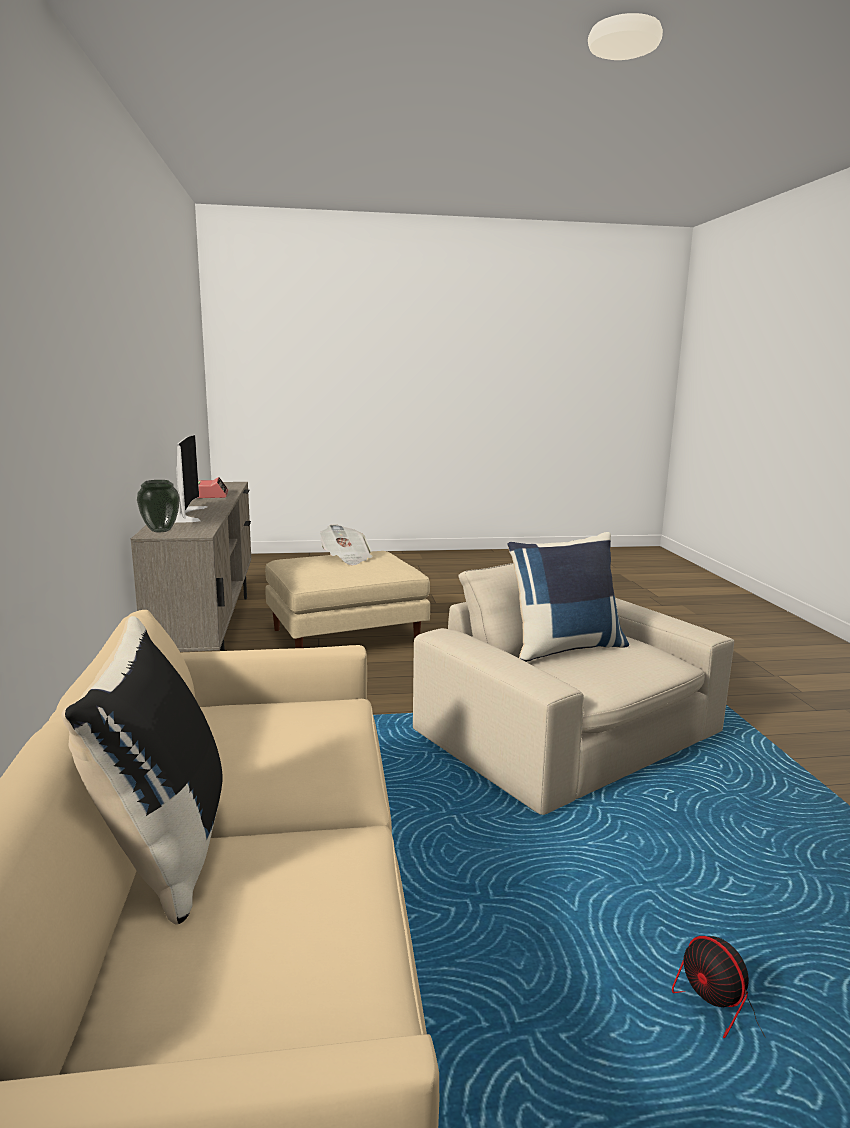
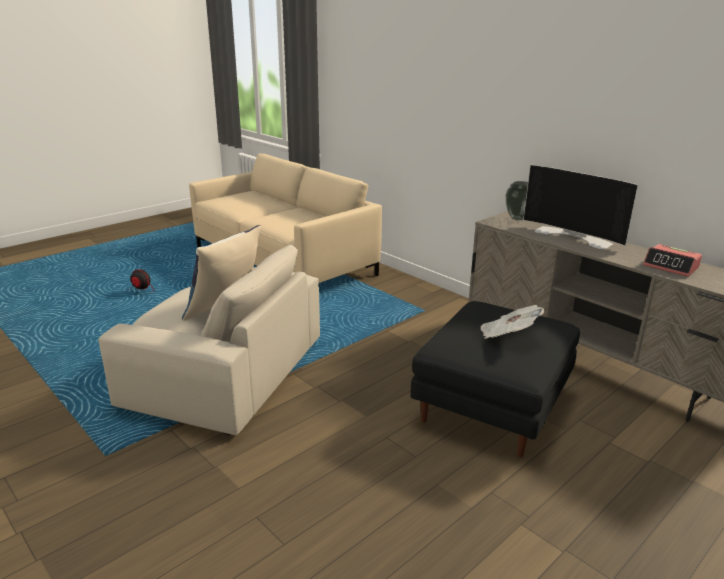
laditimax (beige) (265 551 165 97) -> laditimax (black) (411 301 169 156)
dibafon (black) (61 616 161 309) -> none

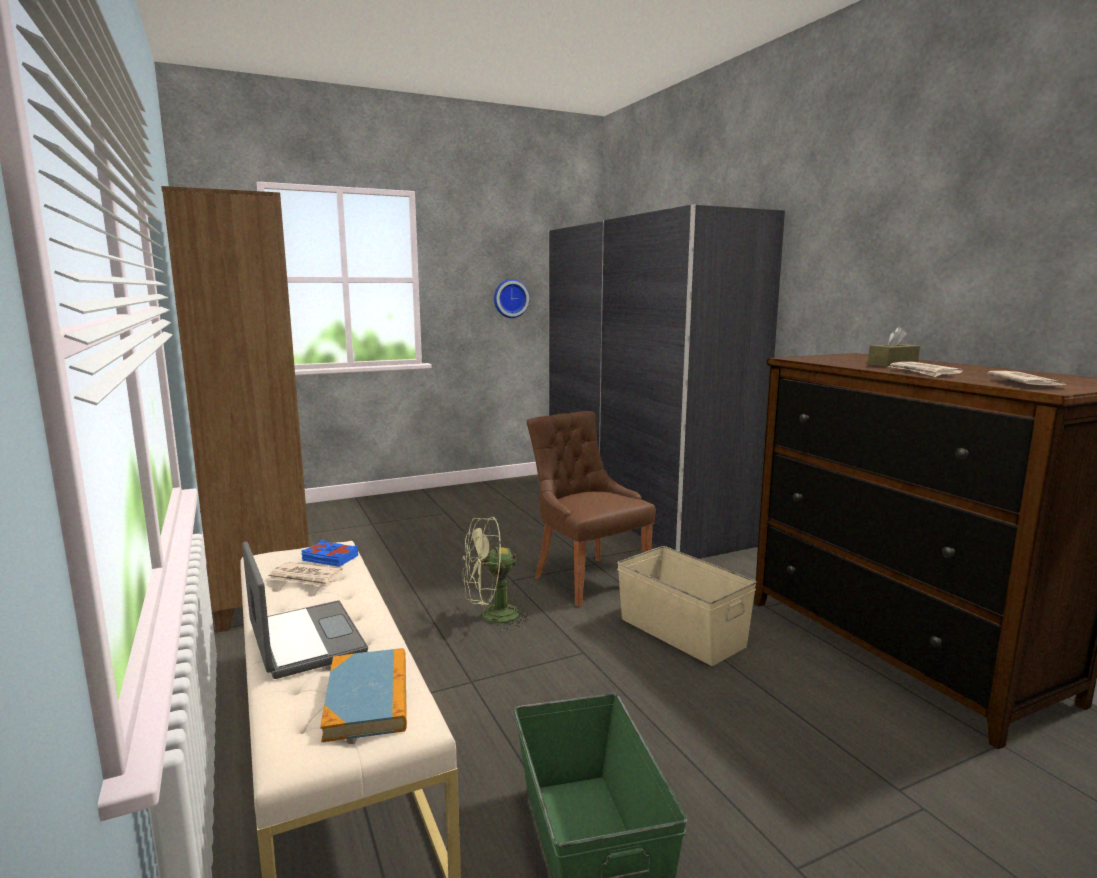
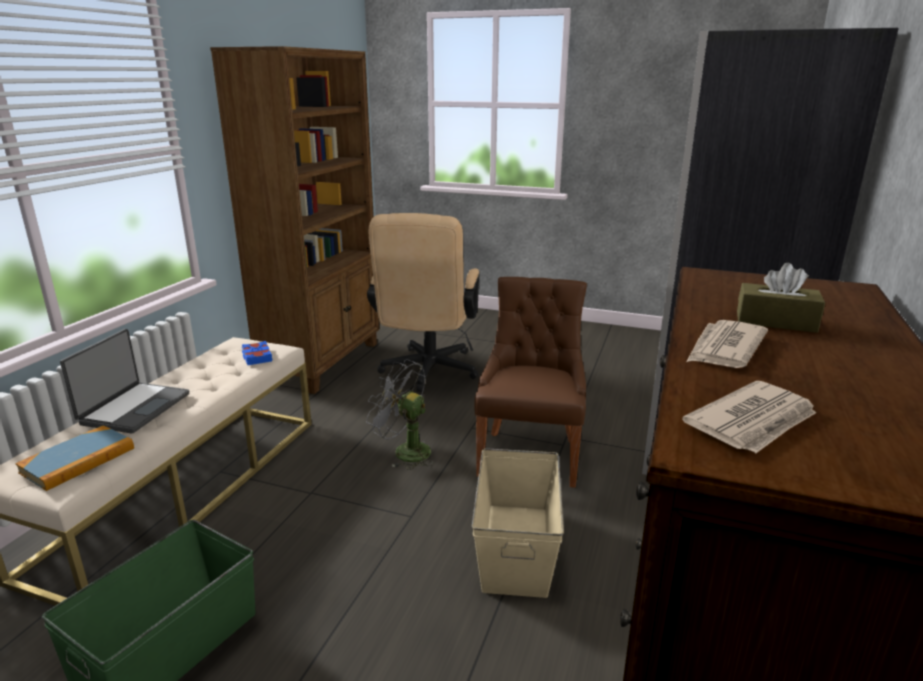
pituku (494 279 36 39) -> none
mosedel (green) (462 517 71 114) -> mosedel (grey) (366 359 68 111)
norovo (268 562 75 26) -> none
none -> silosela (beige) (367 213 112 179)

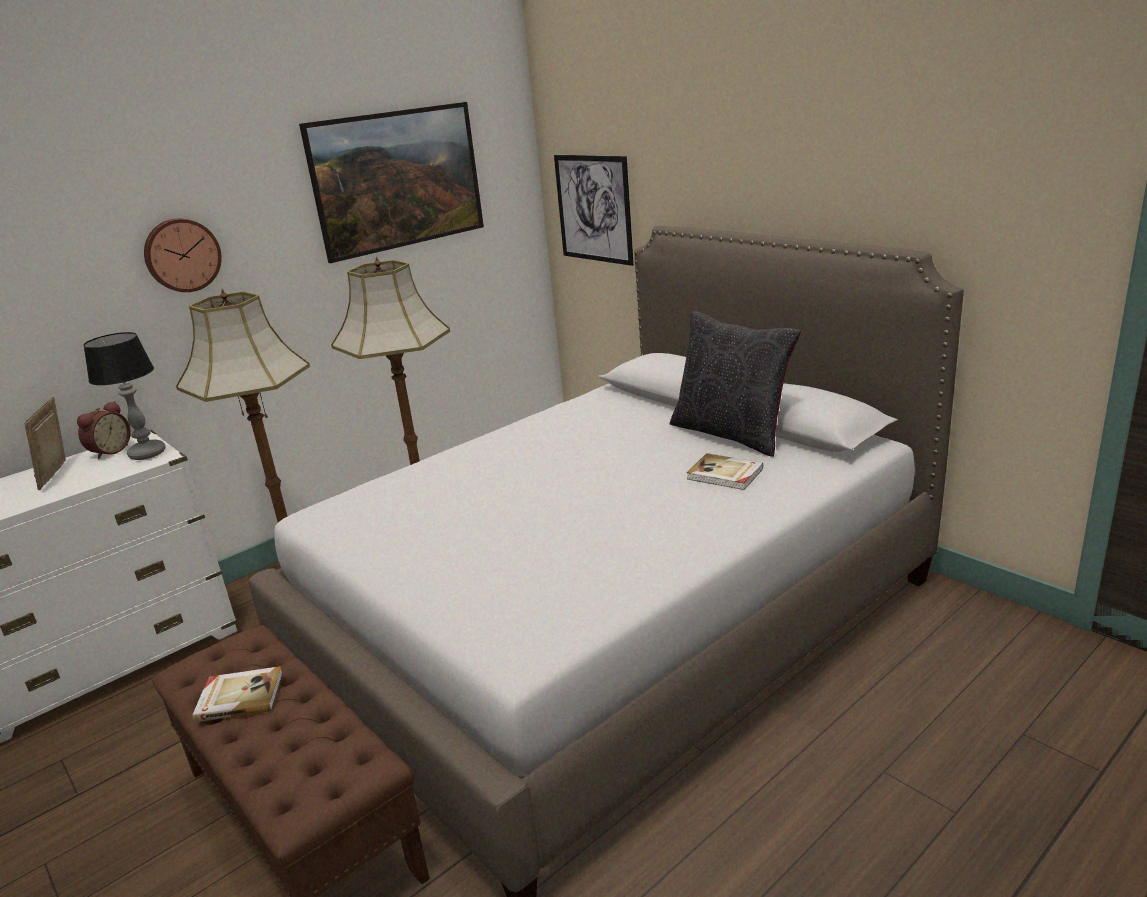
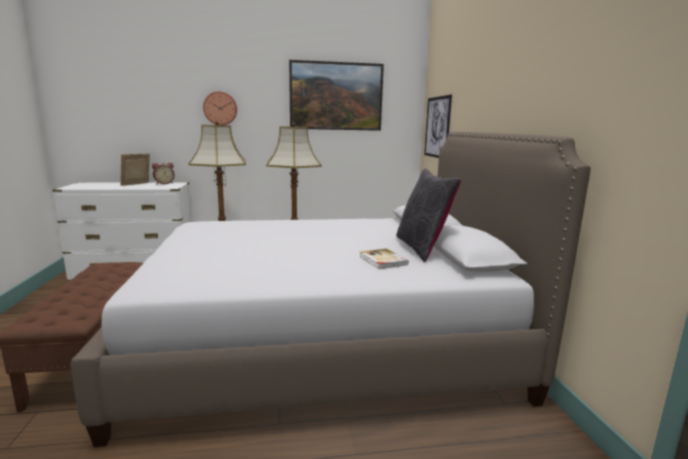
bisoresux (83 332 83 128) -> none
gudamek (192 666 91 56) -> none

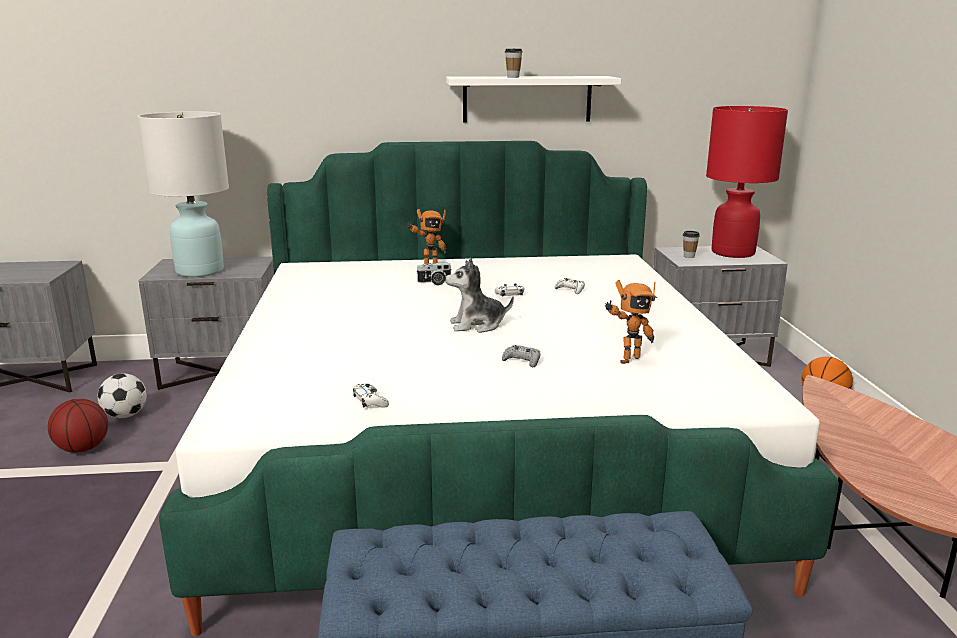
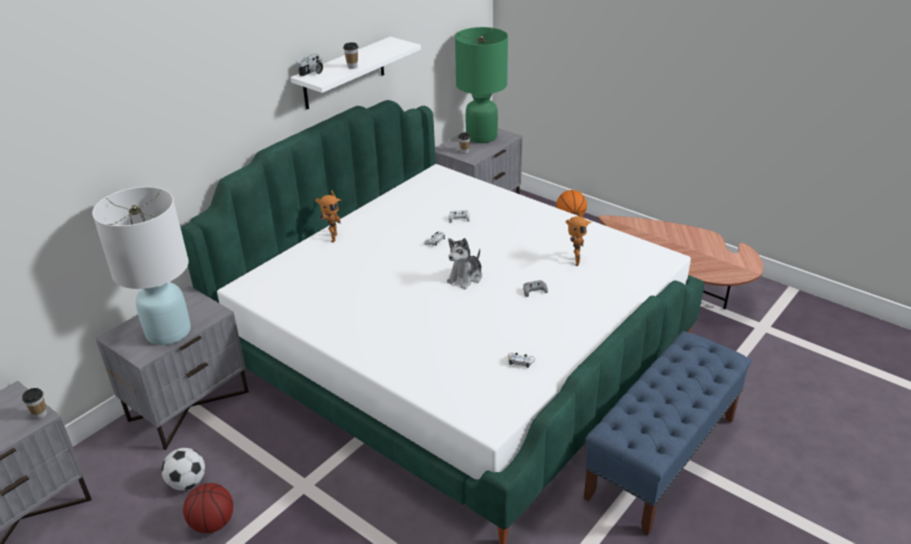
bisoresux (red) (706 106 82 152) -> bisoresux (green) (455 27 53 116)
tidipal (417 262 34 23) -> tidipal (298 54 25 23), relocated
none -> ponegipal (22 388 25 31)

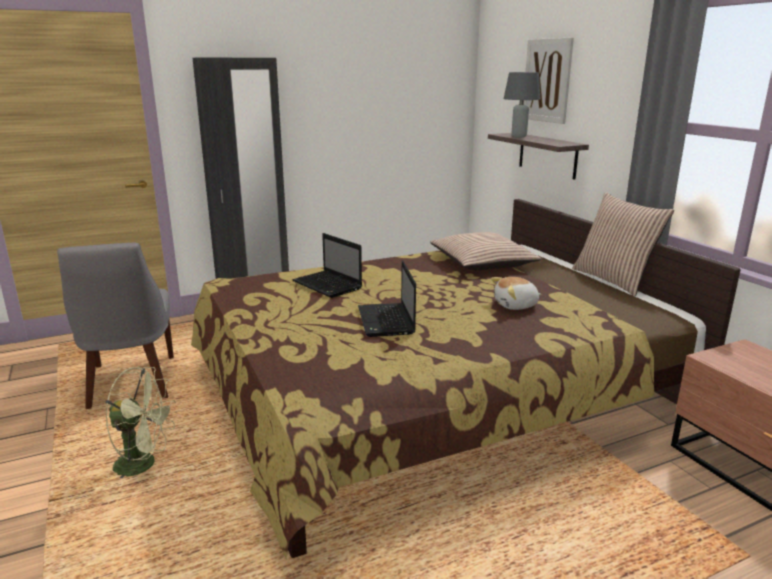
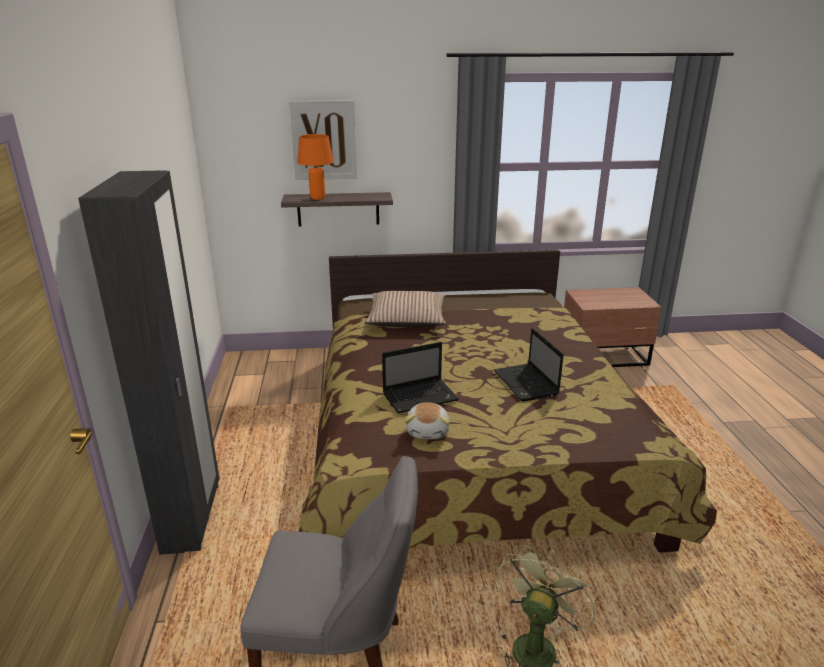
bisoresux (grey) (504 72 37 65) -> bisoresux (orange) (297 134 37 66)
dibafon (572 192 102 104) -> none
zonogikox (358 260 58 77) -> zonogikox (493 328 71 74), 60 degrees clockwise
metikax (491 277 50 33) -> metikax (405 403 45 36), relocated

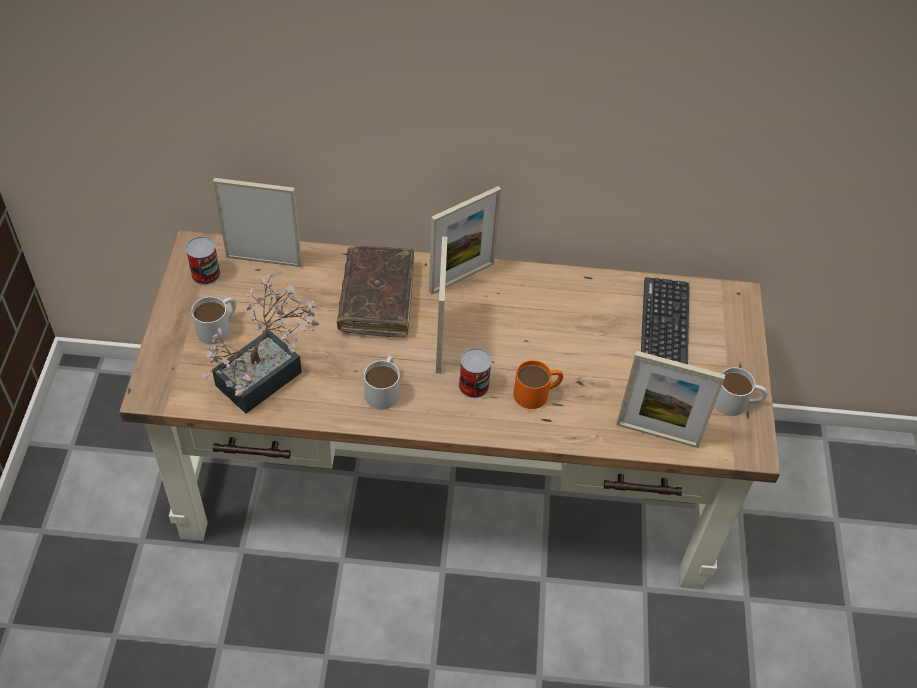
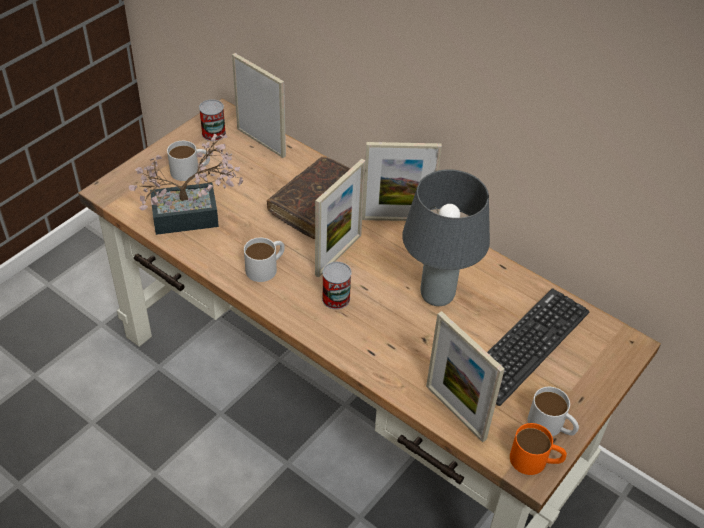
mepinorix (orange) (513 360 50 49) -> mepinorix (orange) (510 423 57 52), relocated
none -> bisoresux (grey) (402 169 88 137)

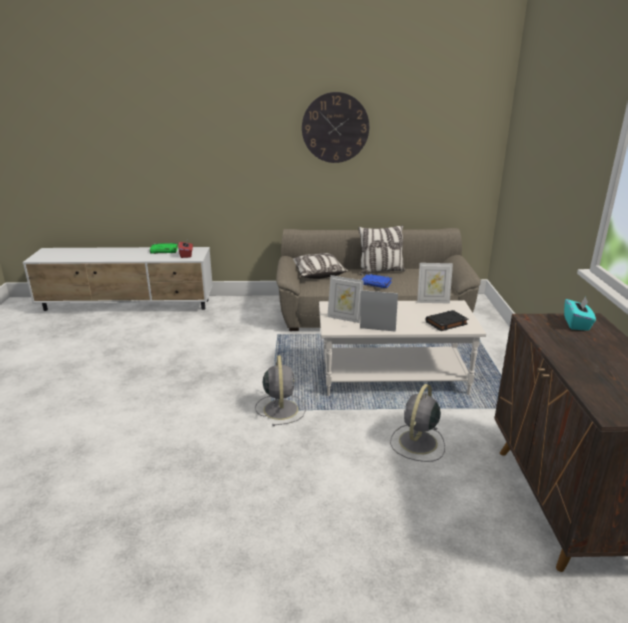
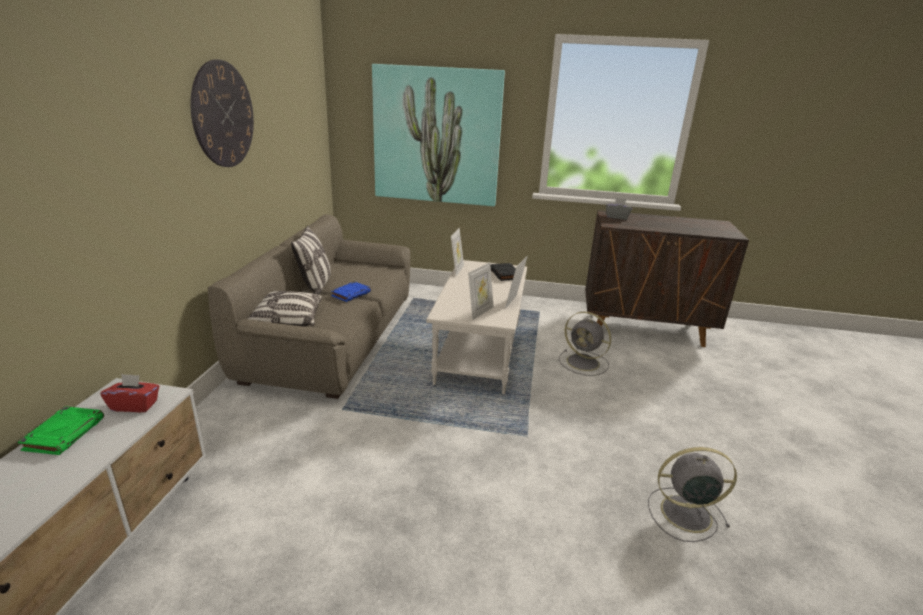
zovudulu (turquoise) (564 296 32 35) -> zovudulu (grey) (606 197 26 23)
mosedel (grey) (255 355 51 71) -> mosedel (grey) (648 447 89 95), relocated
none -> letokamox (372 64 133 142)

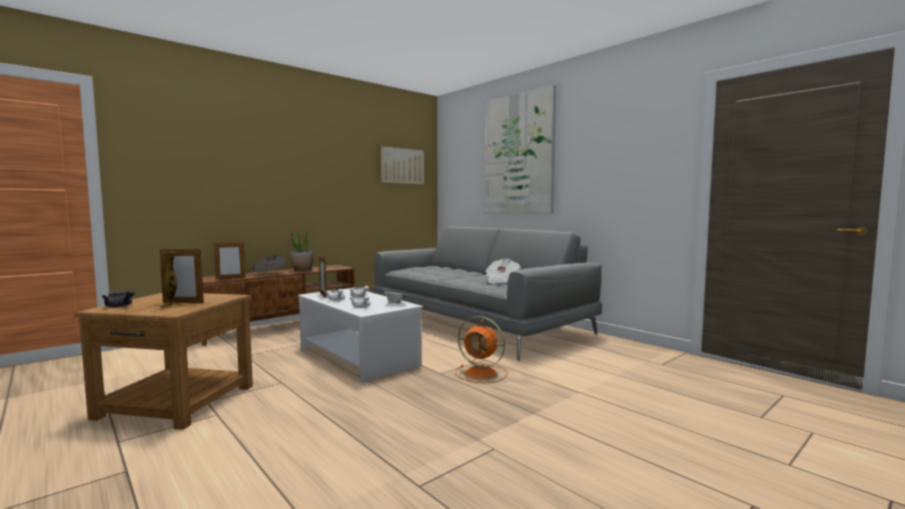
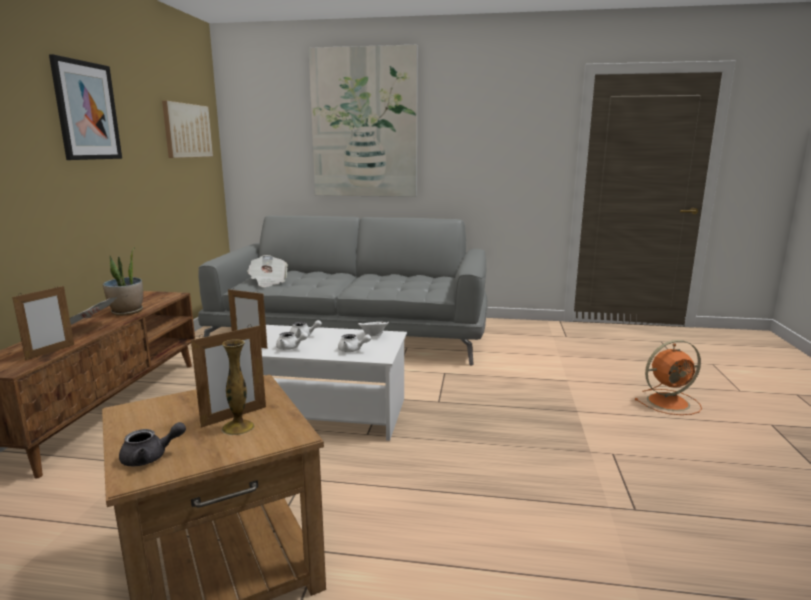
norovo (486 258 35 26) -> norovo (247 255 41 32), relocated
mosedel (orange) (455 316 53 67) -> mosedel (orange) (634 340 68 75), relocated
none -> letokamox (49 54 73 106)

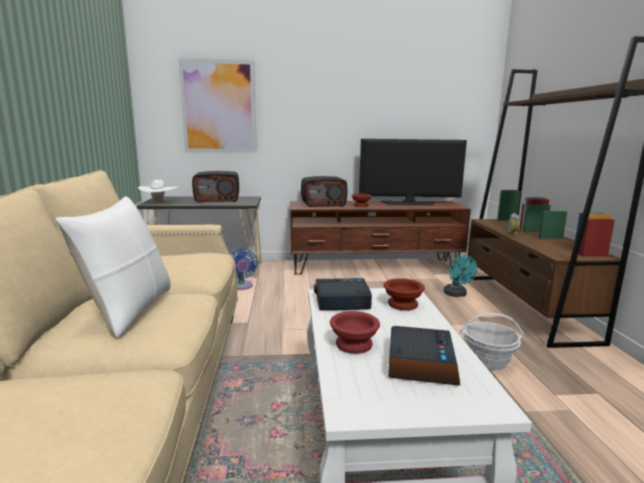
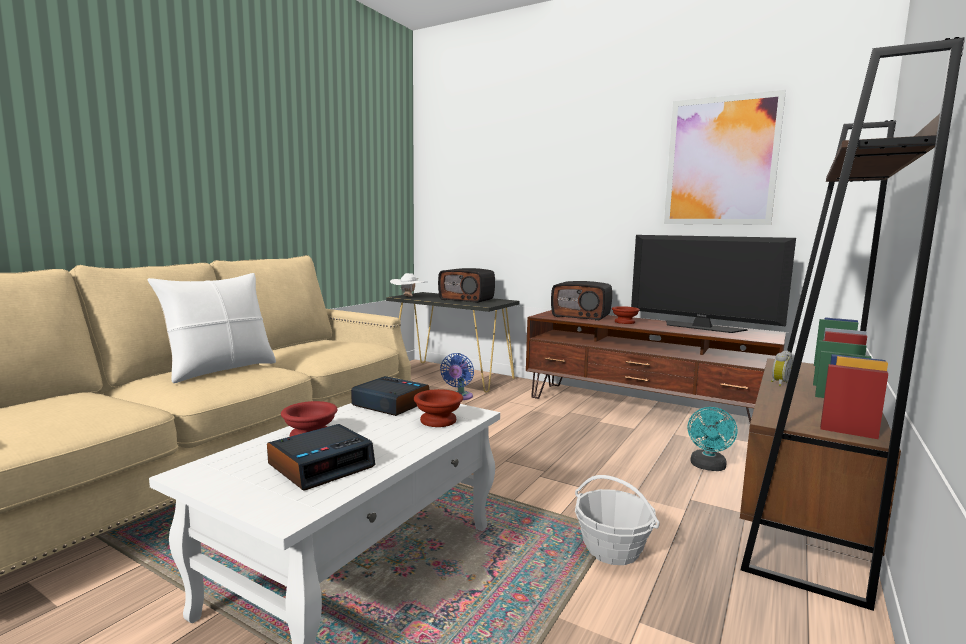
letokamox (178 58 79 95) -> letokamox (664 90 122 135), relocated

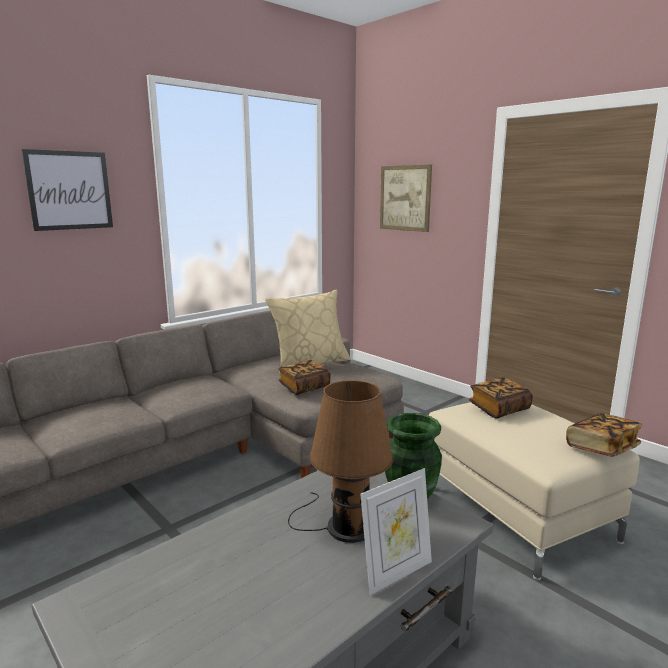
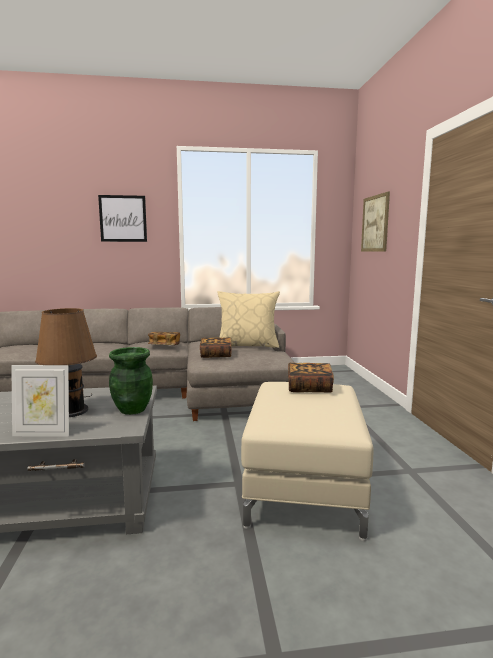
gudamek (566 413 76 44) -> gudamek (148 332 32 13), relocated

